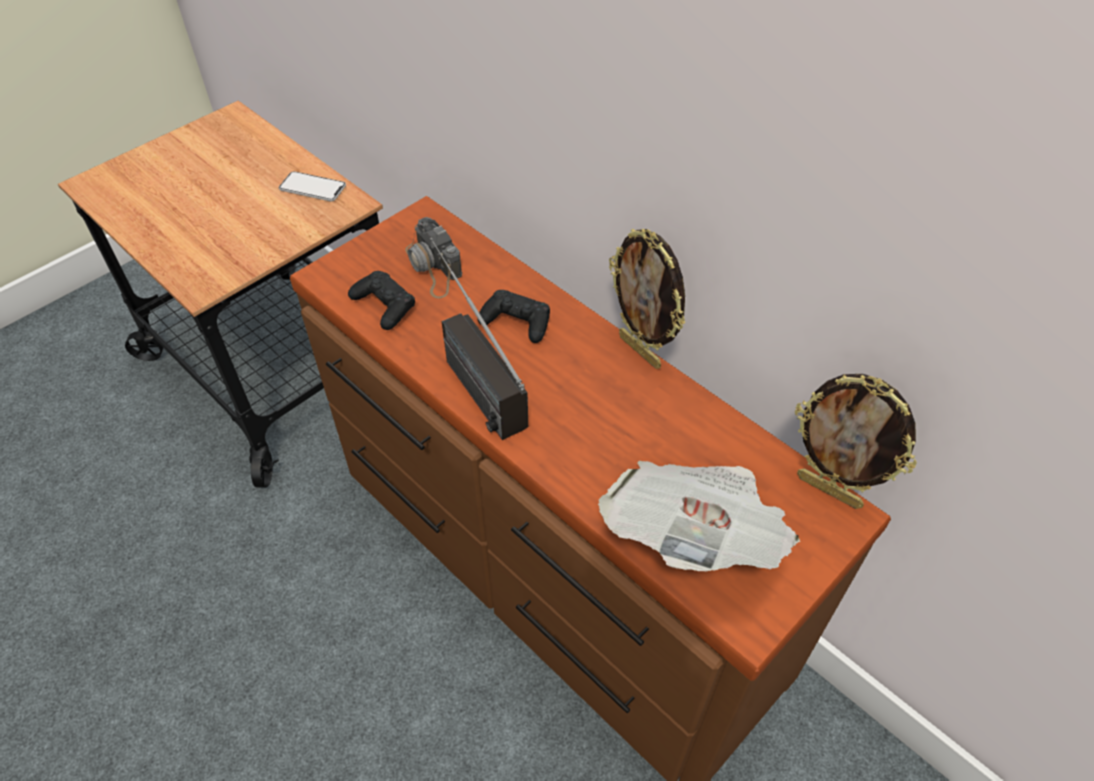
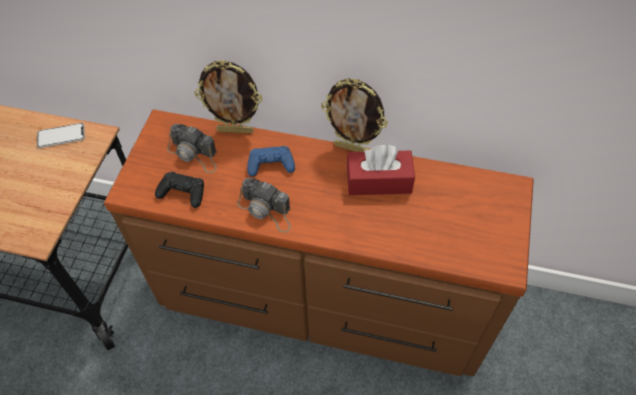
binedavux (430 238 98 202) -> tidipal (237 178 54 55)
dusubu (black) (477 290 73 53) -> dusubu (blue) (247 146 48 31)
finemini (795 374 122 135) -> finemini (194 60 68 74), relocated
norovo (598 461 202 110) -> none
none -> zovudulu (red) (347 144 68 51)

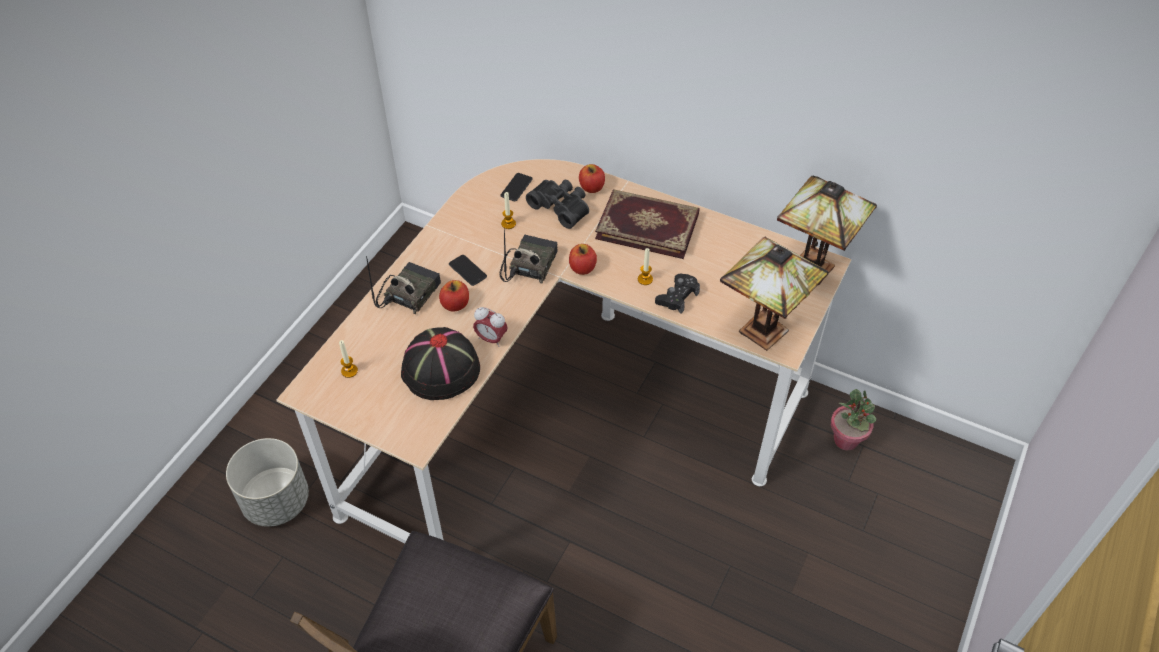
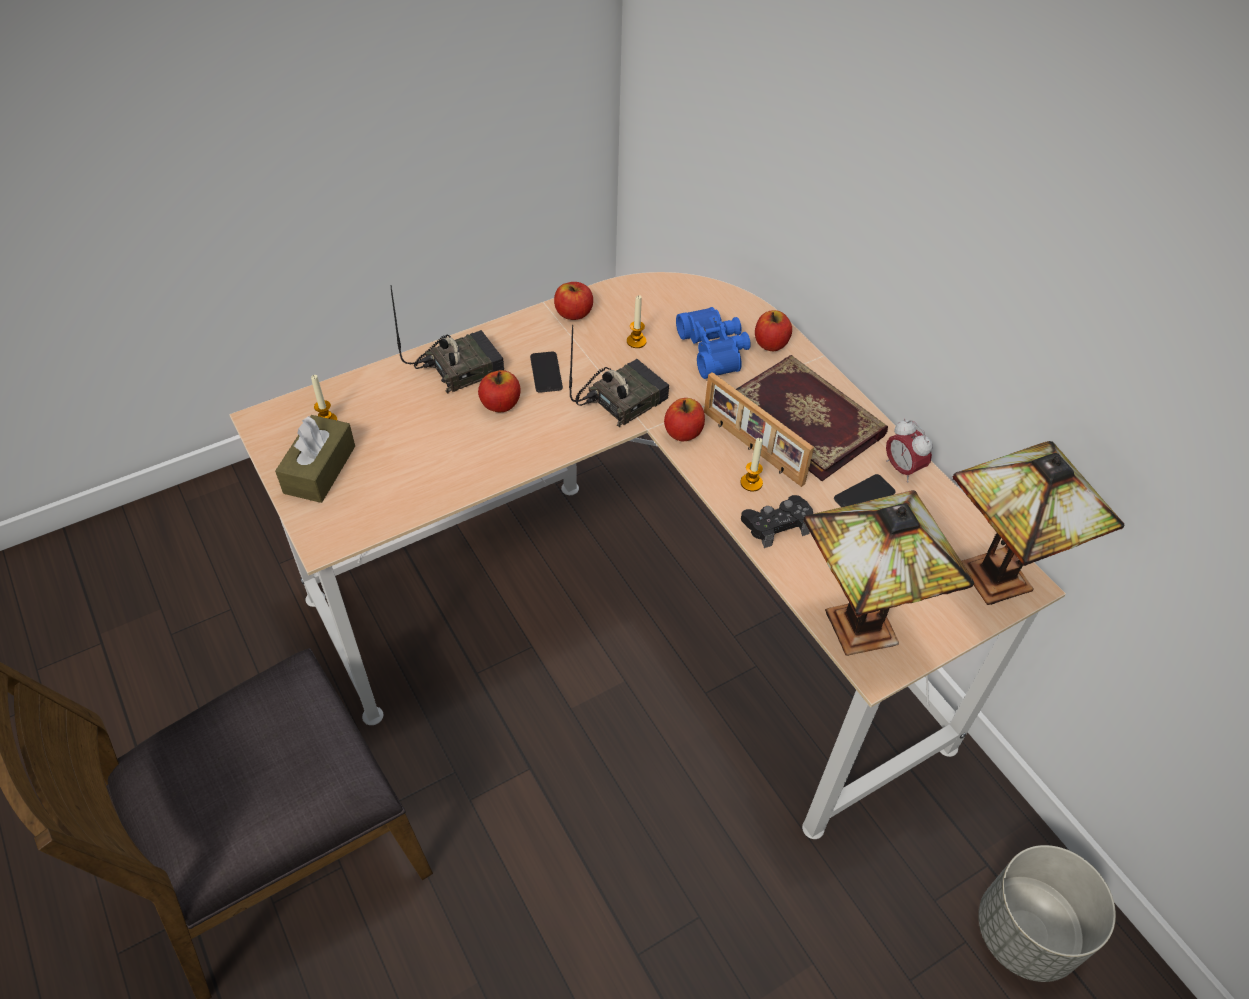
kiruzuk (501 173 32 28) -> kiruzuk (834 474 61 33), relocated
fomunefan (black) (526 180 63 49) -> fomunefan (blue) (676 307 75 72)
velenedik (473 307 35 40) -> velenedik (886 419 47 63), relocated
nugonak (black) (401 327 79 73) -> none
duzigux (831 389 45 62) -> none
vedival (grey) (226 438 83 89) -> vedival (grey) (978 845 138 137), relocated
none -> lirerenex (554 282 39 38)
none -> finemini (704 372 110 115)
none -> zovudulu (brown) (275 415 80 88)

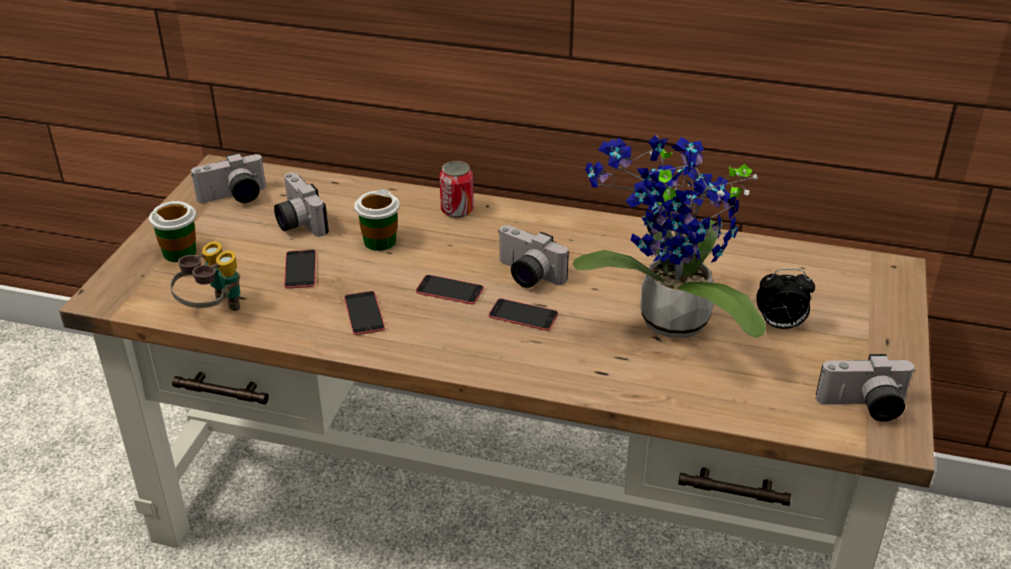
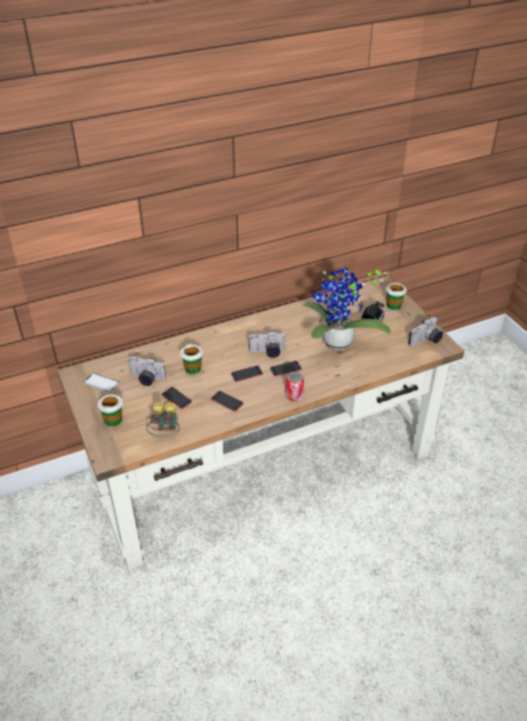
tidipal (191 153 75 50) -> kiruzuk (84 373 35 19)
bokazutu (439 161 35 57) -> bokazutu (285 372 19 30), relocated
none -> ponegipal (386 283 21 27)

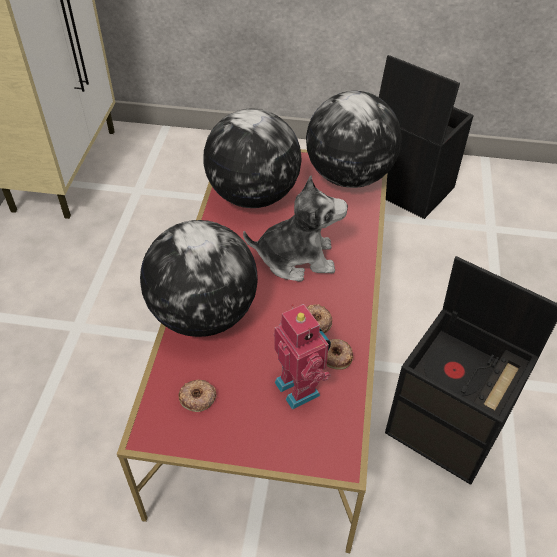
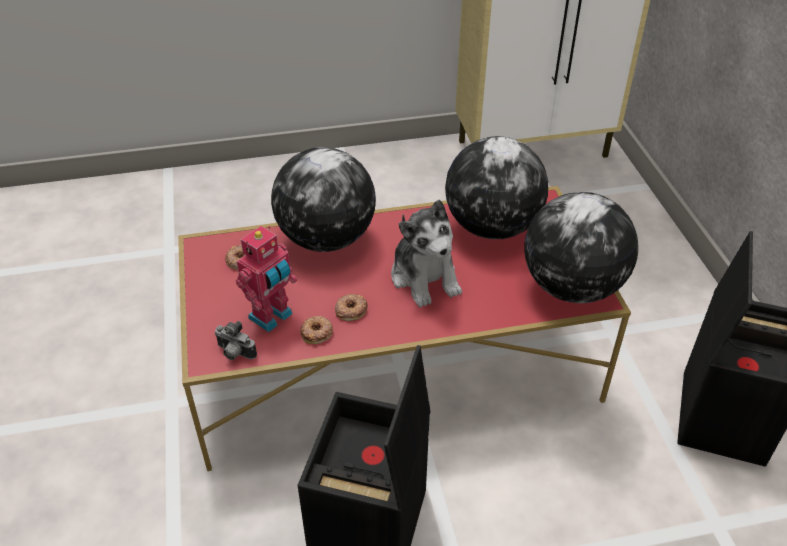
none -> tidipal (215 321 42 39)

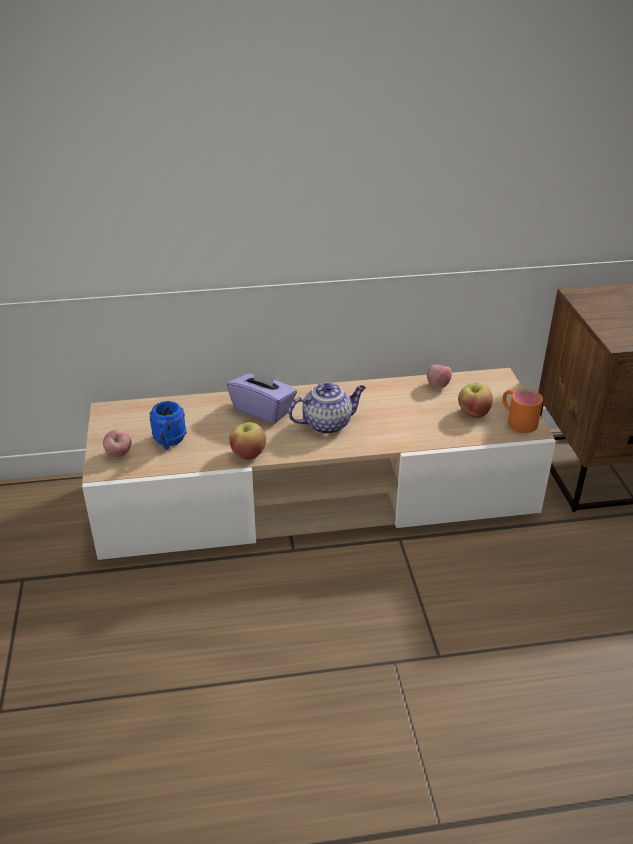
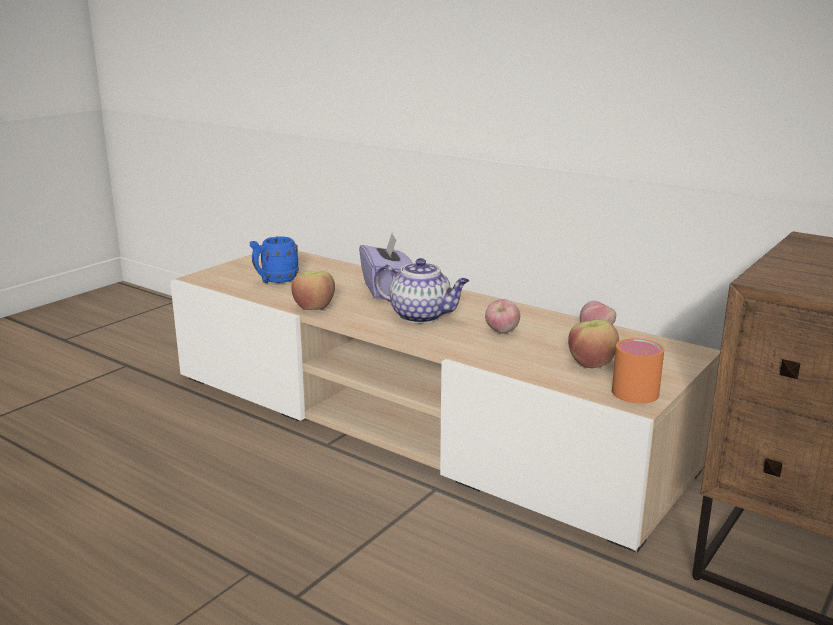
lirerenex (103 430 29 27) -> lirerenex (485 299 35 35), relocated

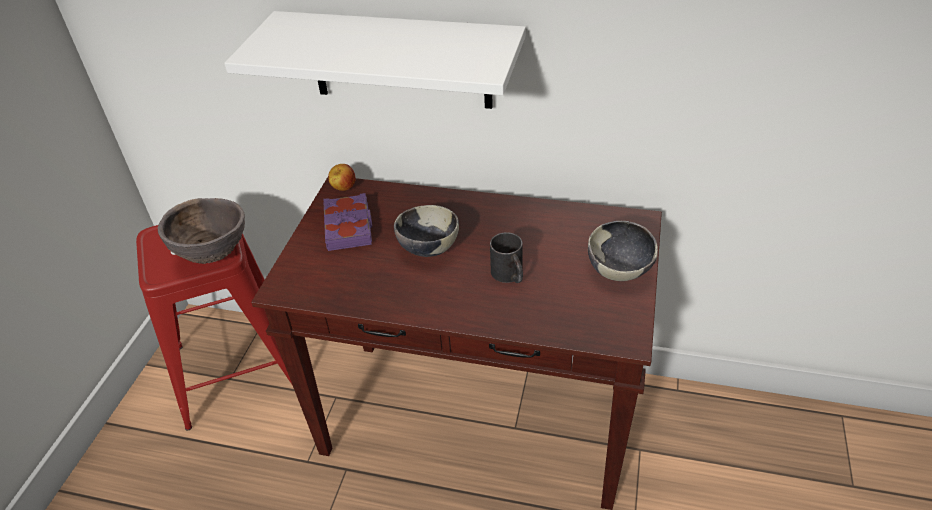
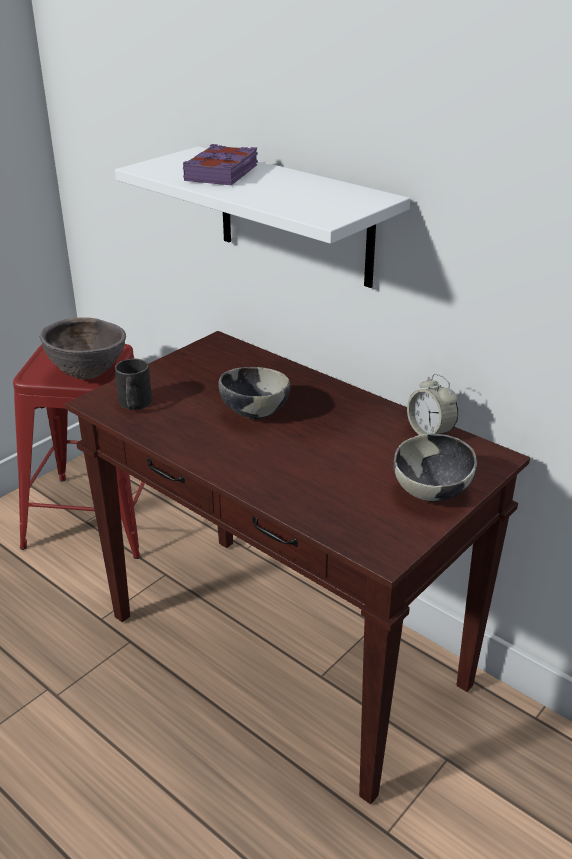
lirerenex (329 164 27 27) -> none
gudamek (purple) (323 193 49 58) -> gudamek (purple) (183 144 75 41), relocated
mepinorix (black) (490 232 33 51) -> mepinorix (black) (115 359 37 51), relocated
none -> velenedik (407 374 51 61)

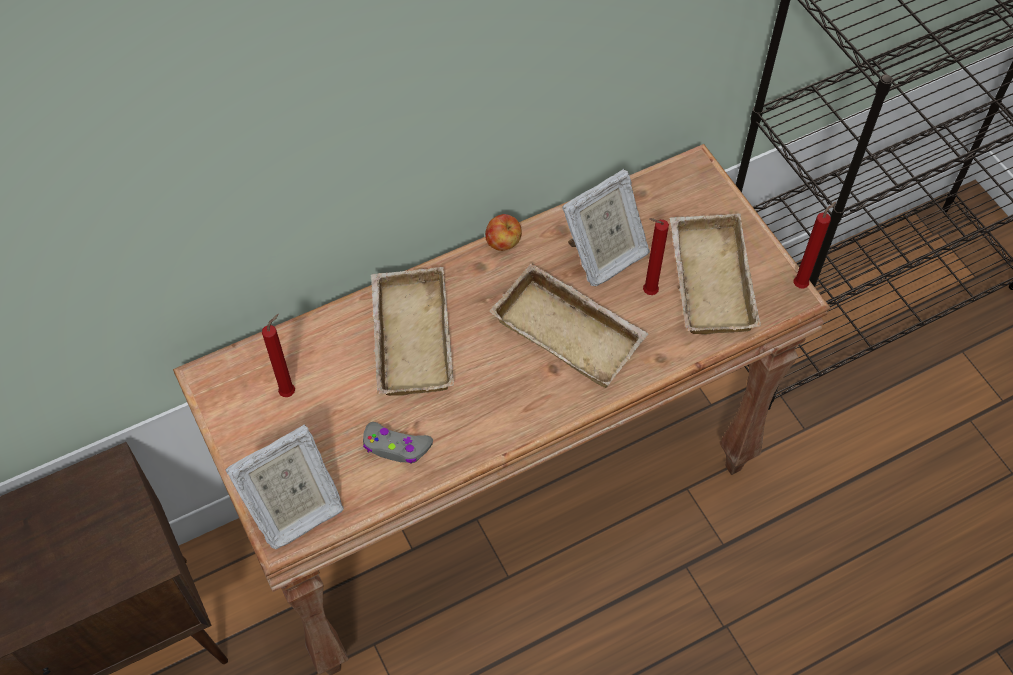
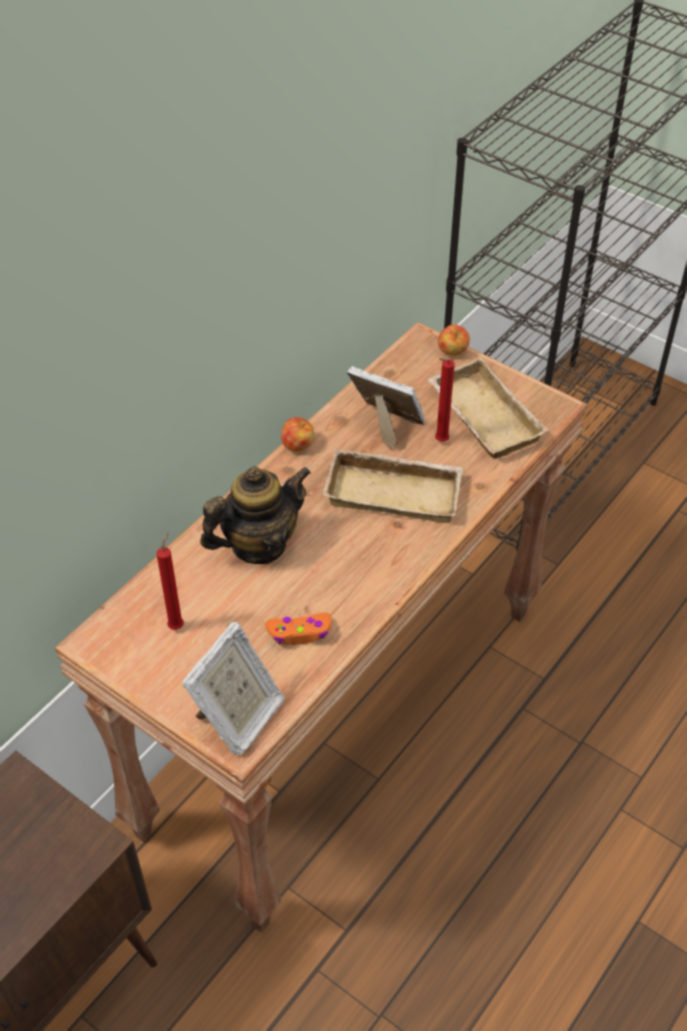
finemini (562 169 88 117) -> finemini (347 366 78 84), 90 degrees counterclockwise
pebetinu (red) (794 202 42 87) -> none
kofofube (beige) (371 267 83 129) -> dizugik (200 466 111 98)
dusubu (grey) (363 422 70 42) -> dusubu (orange) (265 613 67 32)
none -> lirerenex (438 324 32 32)

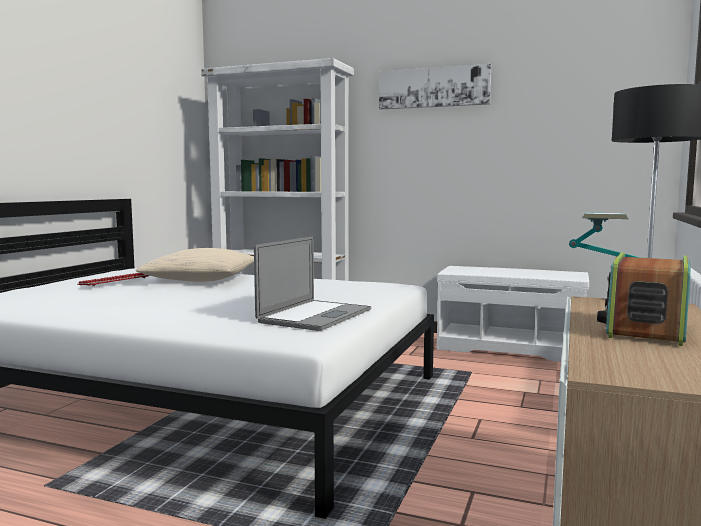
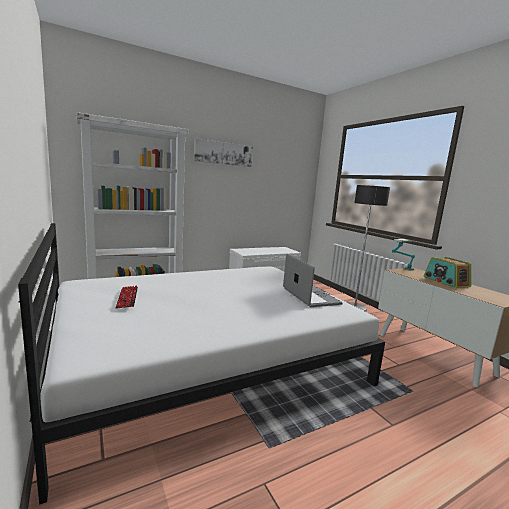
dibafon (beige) (136 248 118 34) -> none

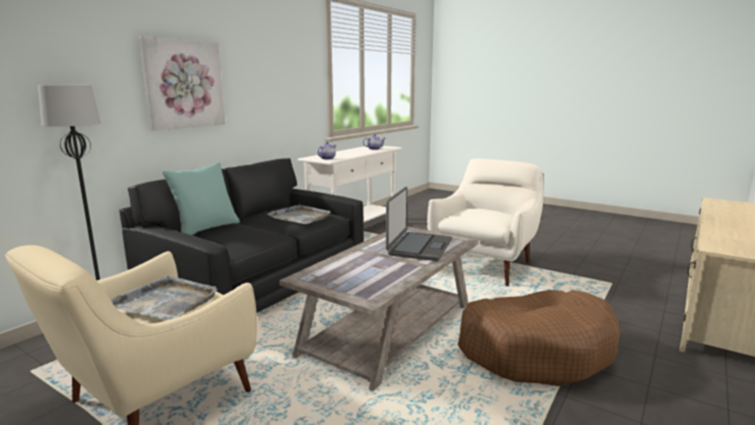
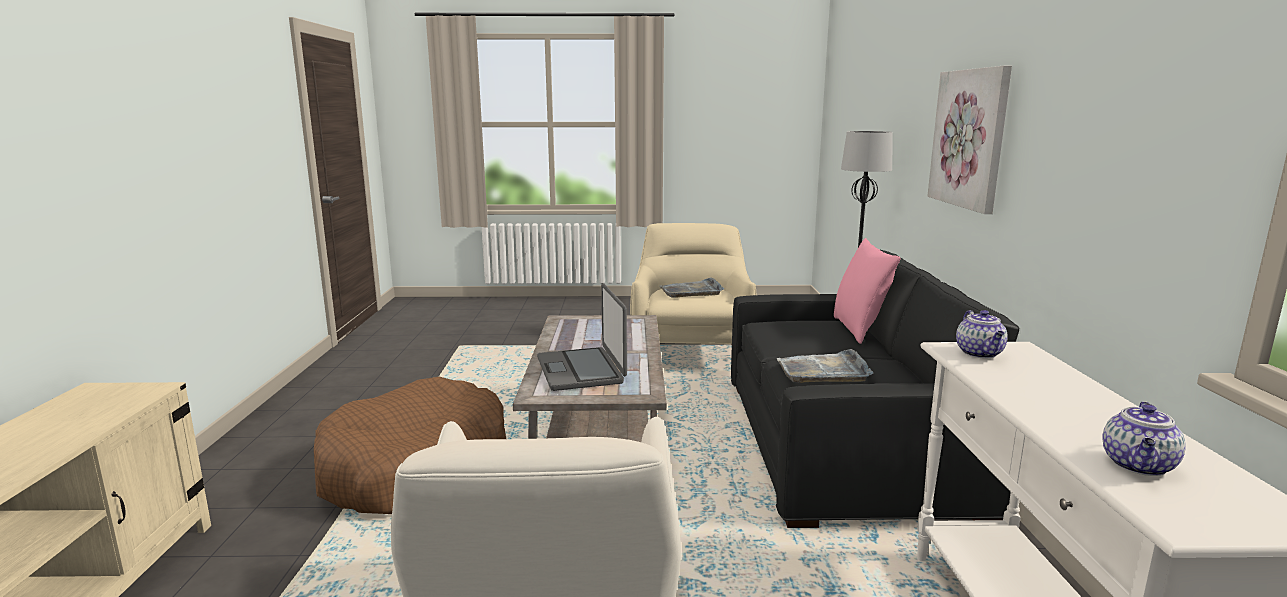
dibafon (turquoise) (162 162 78 73) -> dibafon (pink) (834 238 66 106)

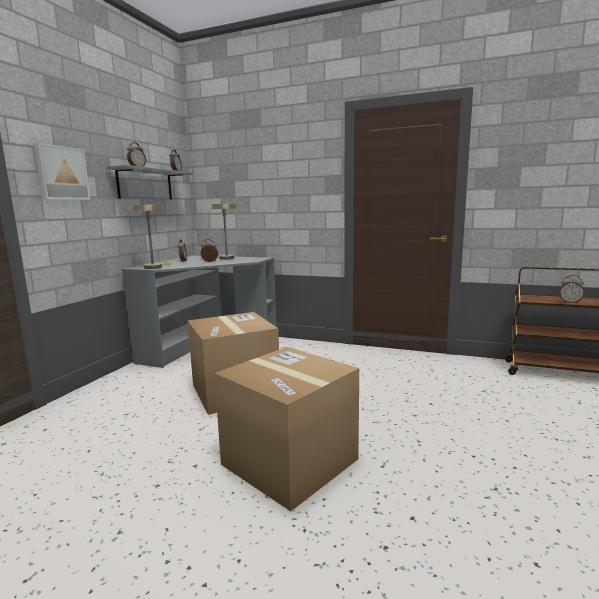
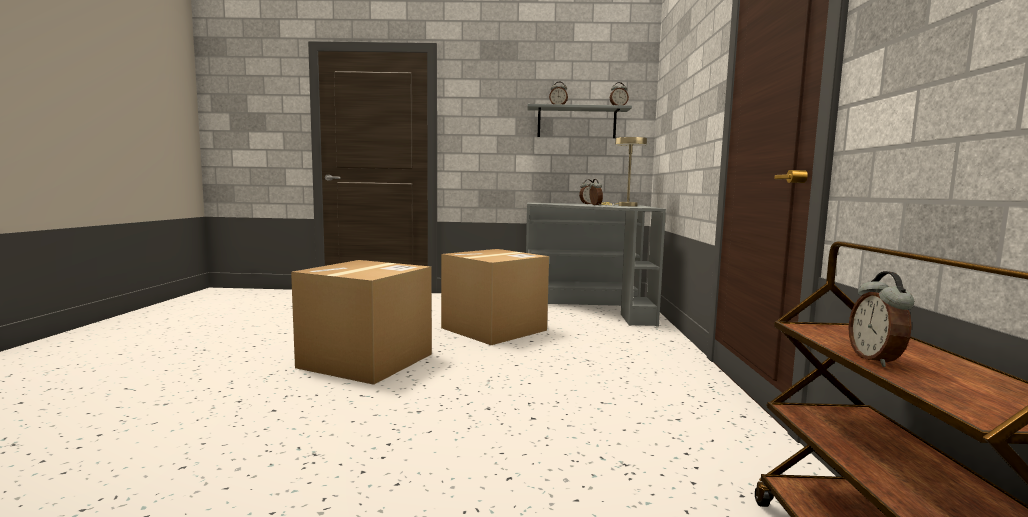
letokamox (33 143 58 57) -> none
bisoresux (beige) (131 204 42 65) -> none

